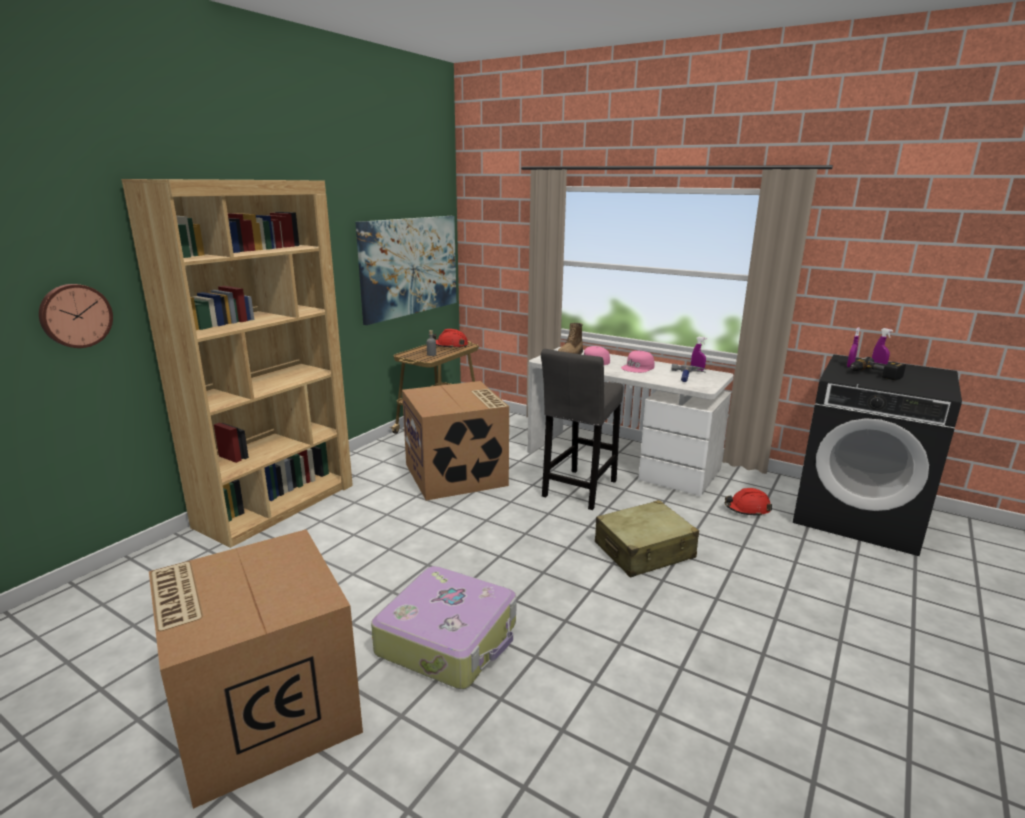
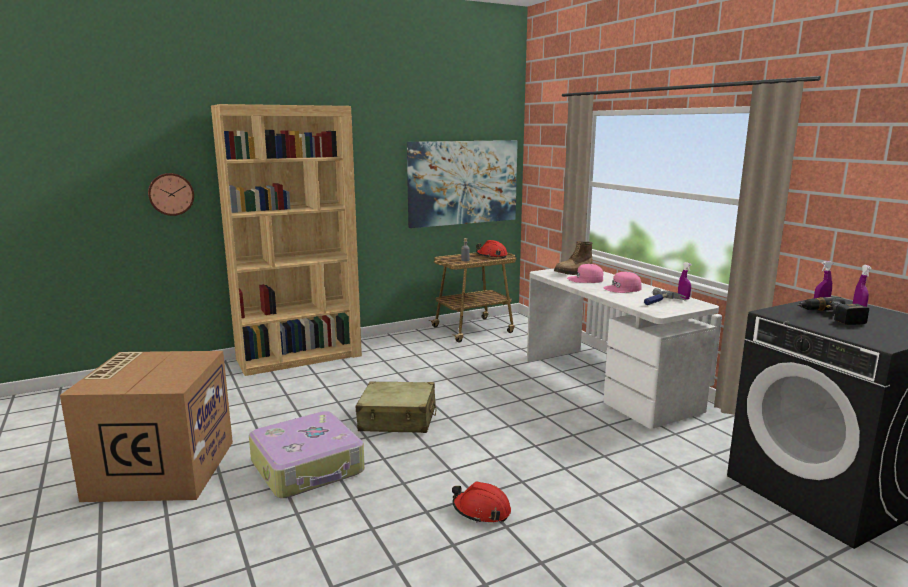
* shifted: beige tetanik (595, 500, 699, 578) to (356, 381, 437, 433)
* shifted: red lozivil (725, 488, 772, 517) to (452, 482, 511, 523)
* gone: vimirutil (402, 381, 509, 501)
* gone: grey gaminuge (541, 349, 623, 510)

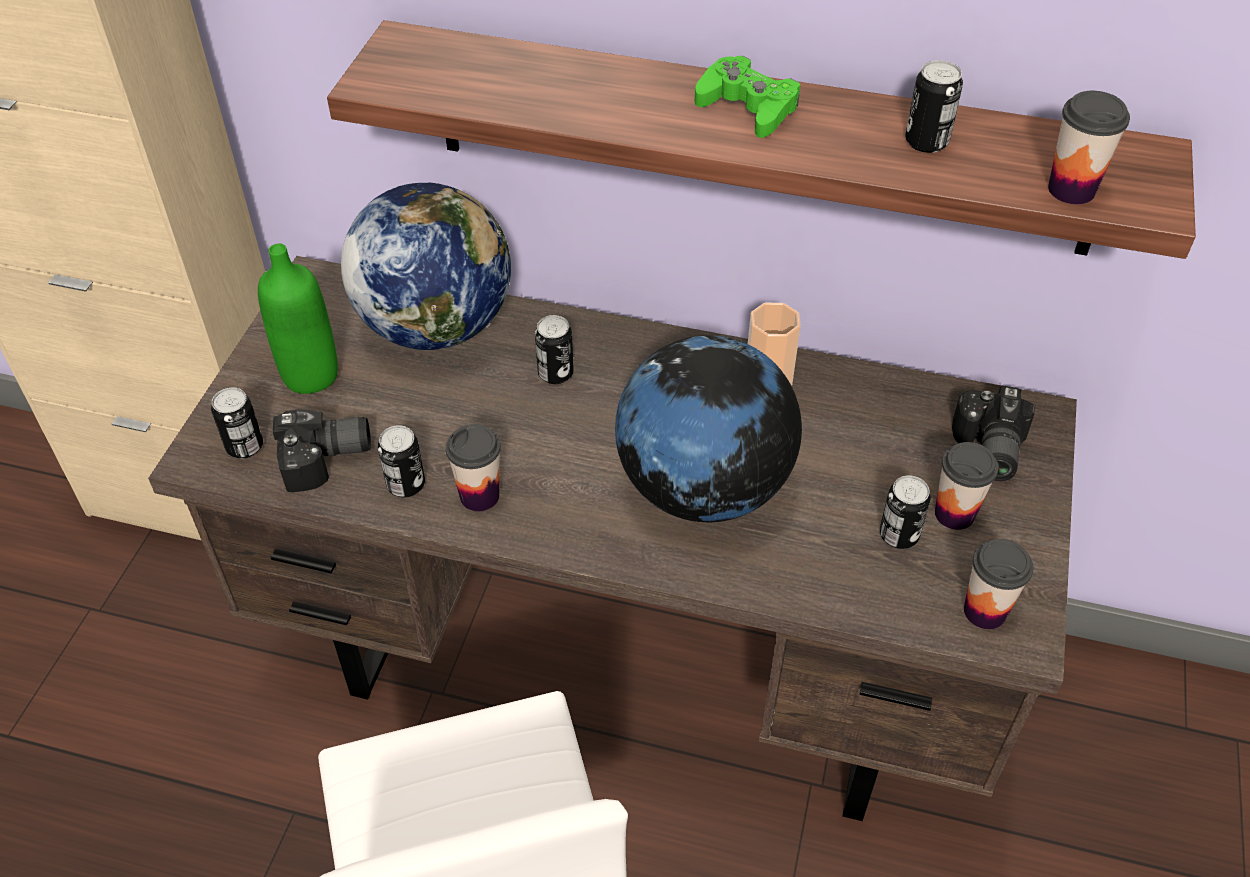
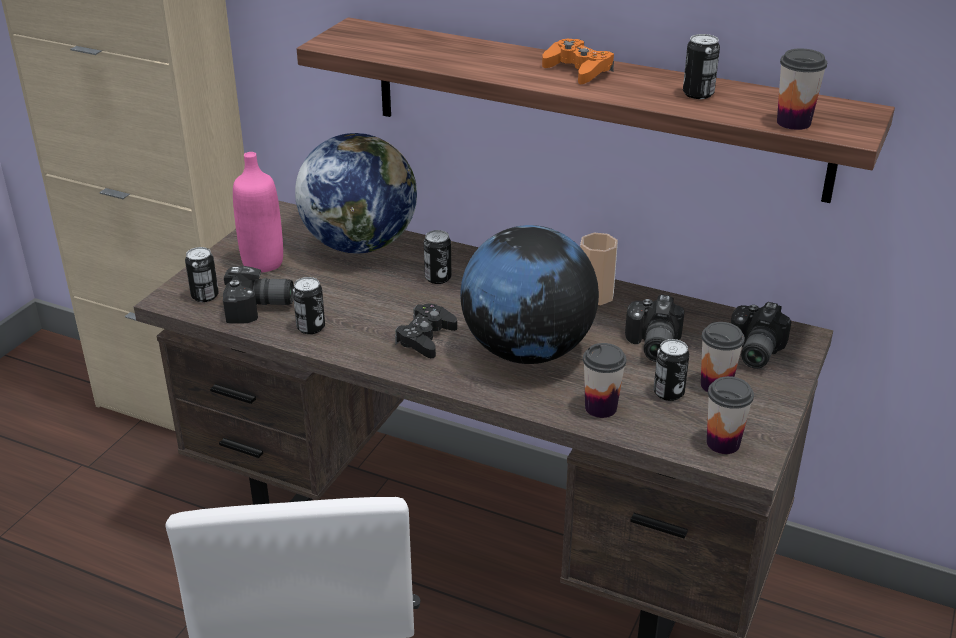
* repainted: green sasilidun (258, 243, 338, 394) to pink sasilidun (233, 152, 283, 272)
* new: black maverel (395, 303, 457, 358)
* repainted: green maverel (695, 56, 800, 138) to orange maverel (542, 39, 614, 84)
* shifted: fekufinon (446, 424, 501, 511) to (583, 343, 626, 418)
* new: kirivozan (625, 294, 685, 362)

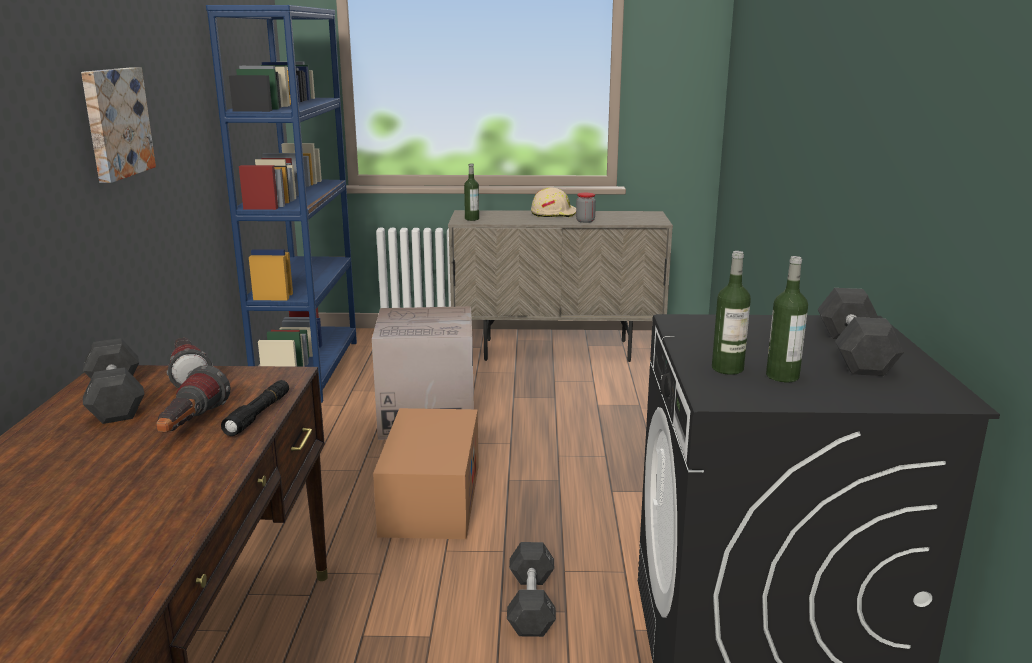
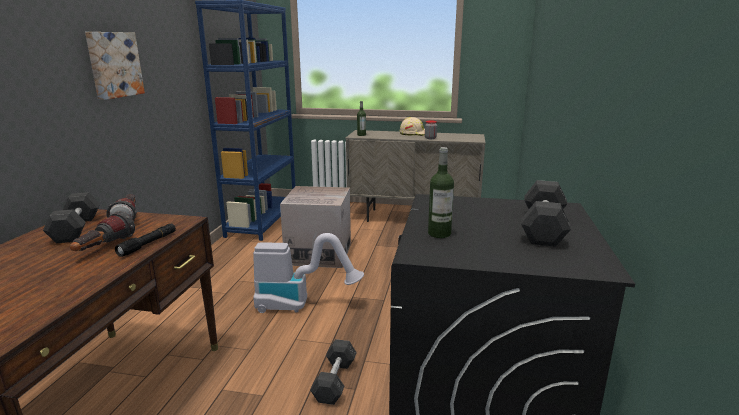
* swapped: vimirutil (373, 408, 479, 539) to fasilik (253, 233, 364, 313)
* gone: sasilidun (766, 256, 808, 382)

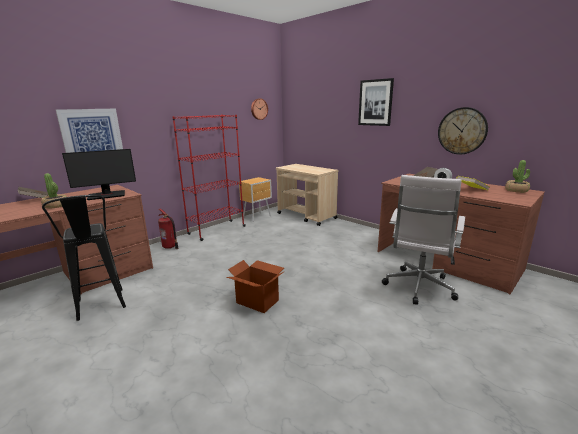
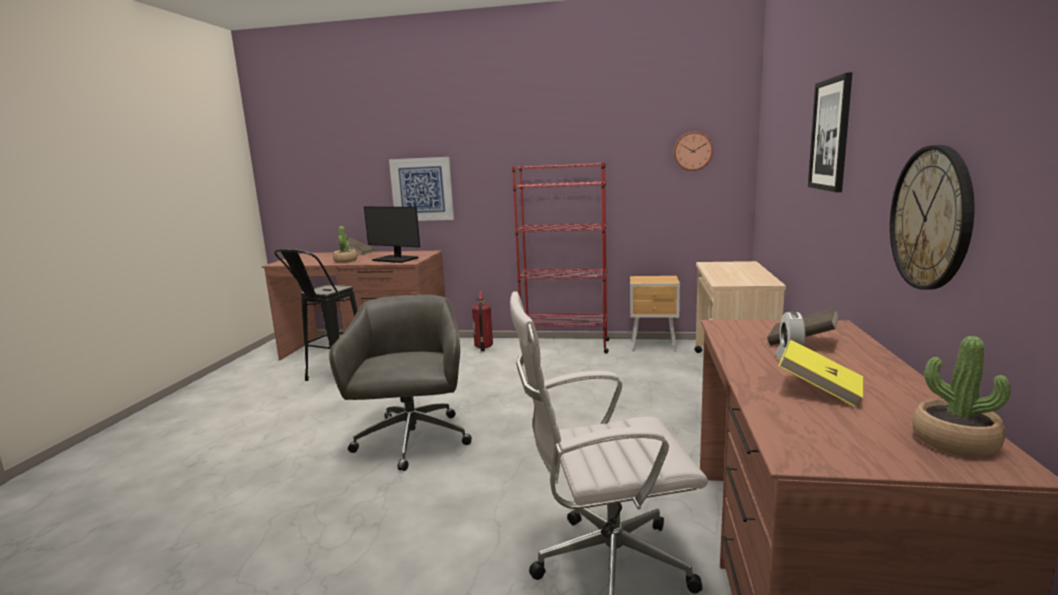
* swapped: vimirutil (226, 260, 284, 313) to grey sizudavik (329, 294, 472, 471)

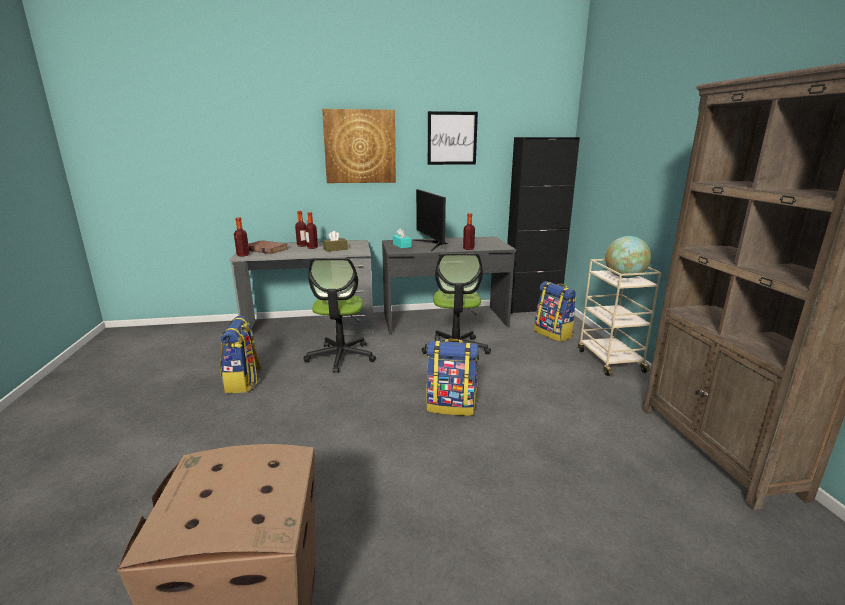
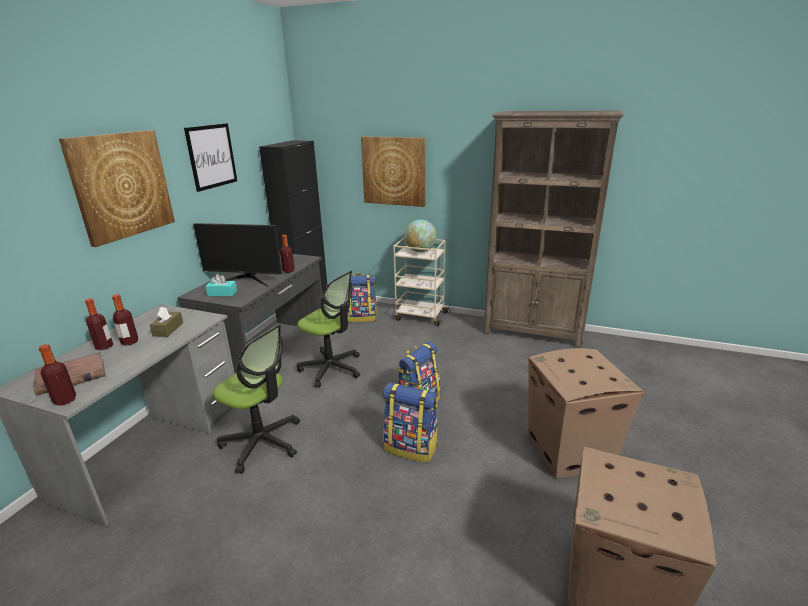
* new: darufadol (361, 136, 425, 207)
* shifted: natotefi (220, 316, 262, 393) to (383, 382, 438, 463)
* new: vimirutil (527, 348, 644, 479)

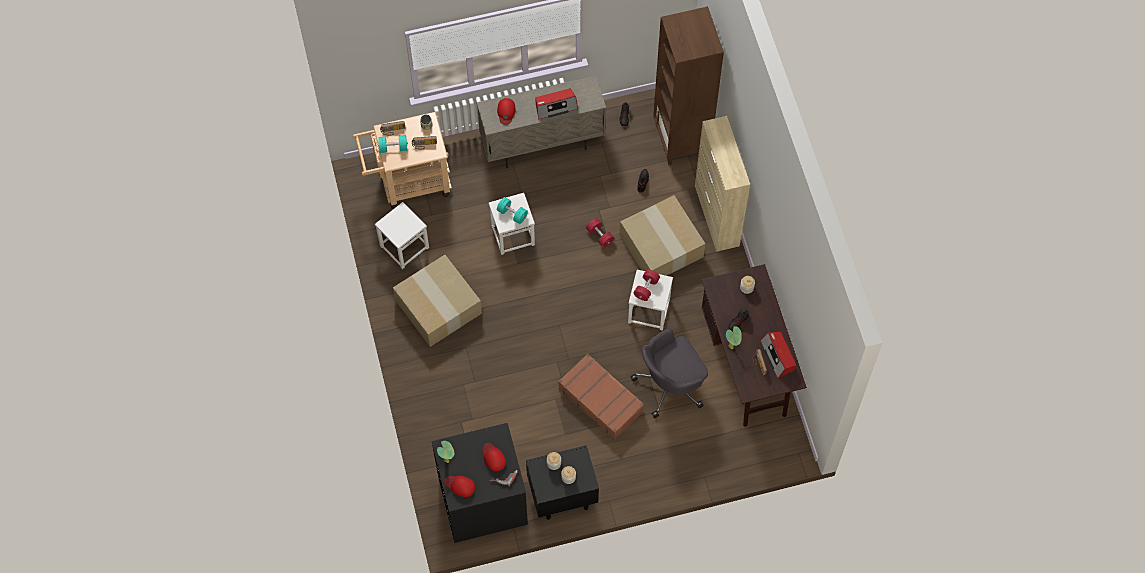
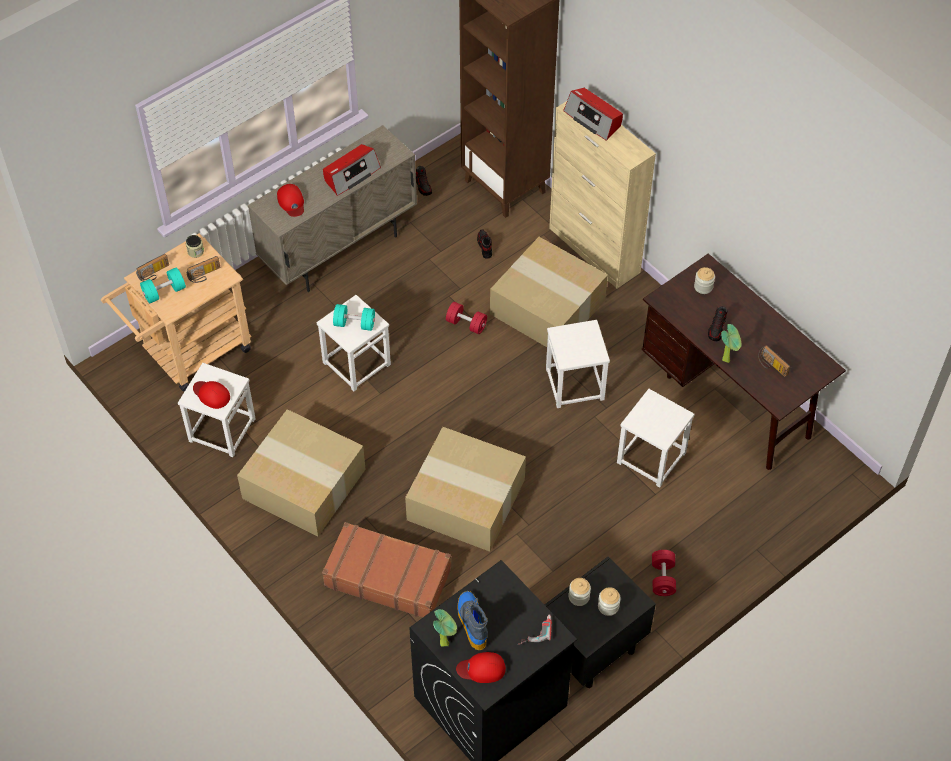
* shifted: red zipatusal (482, 443, 506, 471) to (193, 381, 230, 409)
* shifted: brown tetanik (558, 354, 644, 440) to (322, 522, 451, 617)
* new: vimirutil (405, 427, 526, 552)
* new: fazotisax (457, 591, 488, 650)
* shifted: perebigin (761, 332, 796, 378) to (563, 88, 623, 141)
* swapped: grey sizudavik (630, 328, 708, 418) to white gaminuge (617, 389, 695, 488)
* shifted: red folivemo (634, 269, 660, 301) to (652, 550, 676, 596)

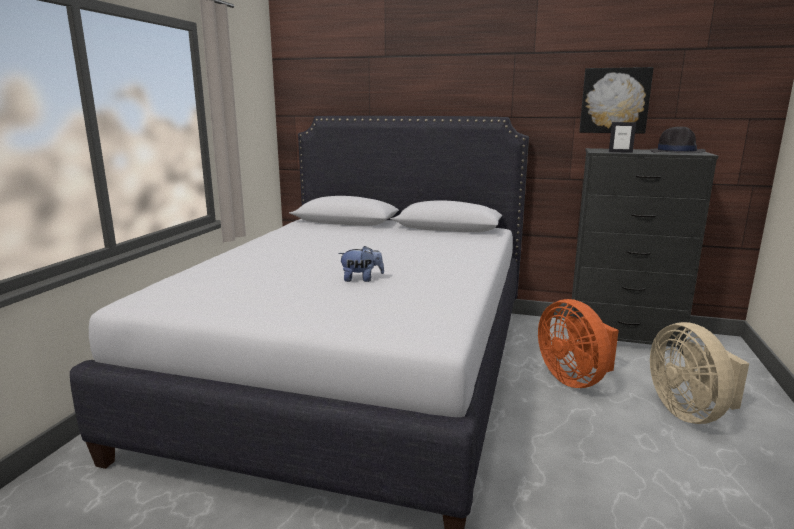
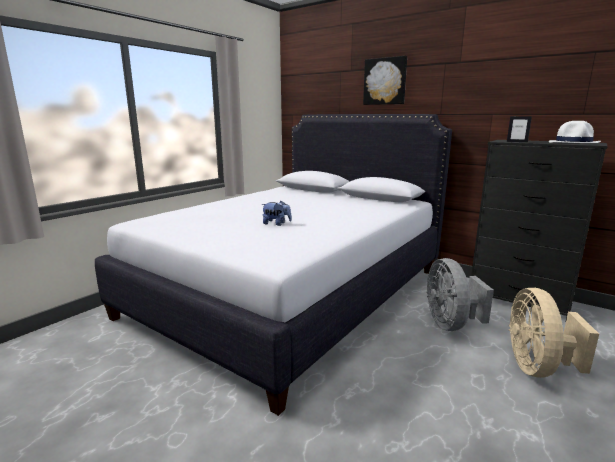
* shifted: darufadol (579, 67, 654, 134) to (363, 56, 407, 105)
* repainted: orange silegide (538, 299, 619, 388) to grey silegide (427, 258, 494, 331)
* repainted: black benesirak (650, 127, 705, 153) to white benesirak (549, 121, 601, 143)

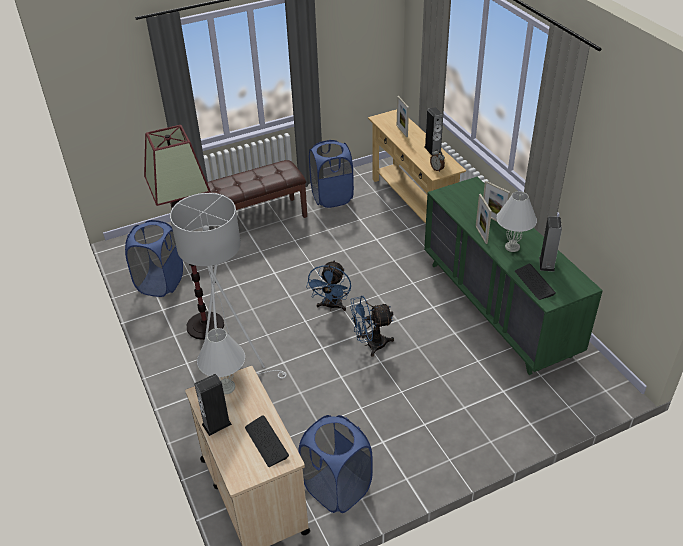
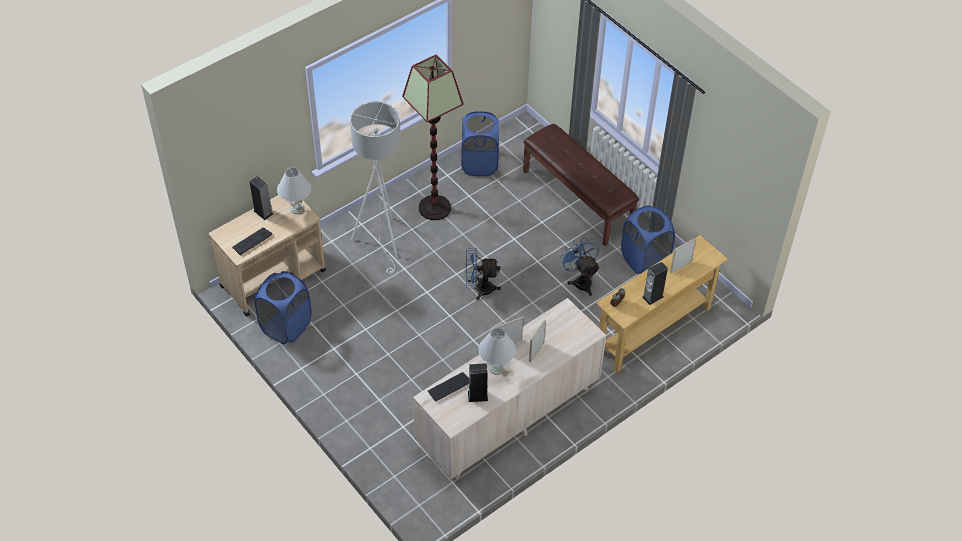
* repainted: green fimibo (424, 177, 603, 375) to beige fimibo (413, 298, 606, 479)
* shifted: blue silegide (350, 296, 394, 357) to (560, 237, 600, 296)

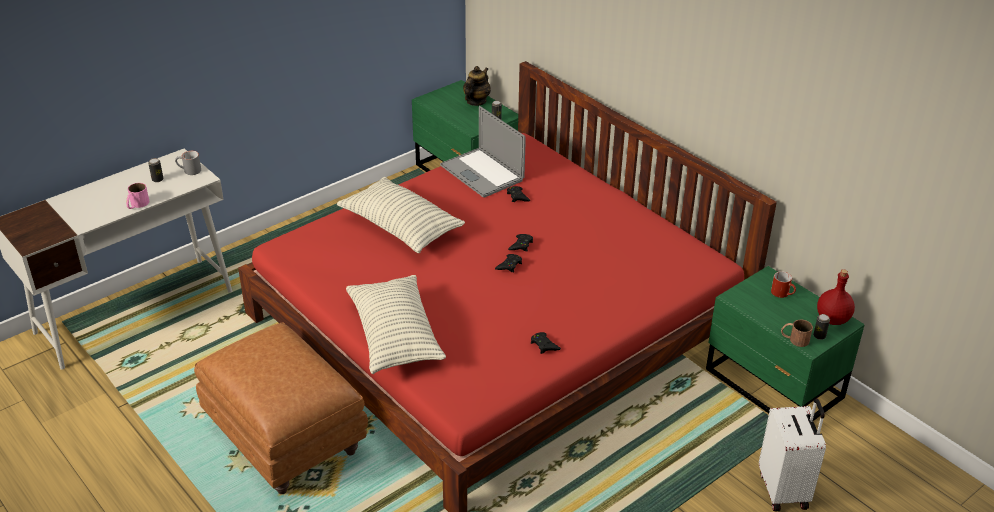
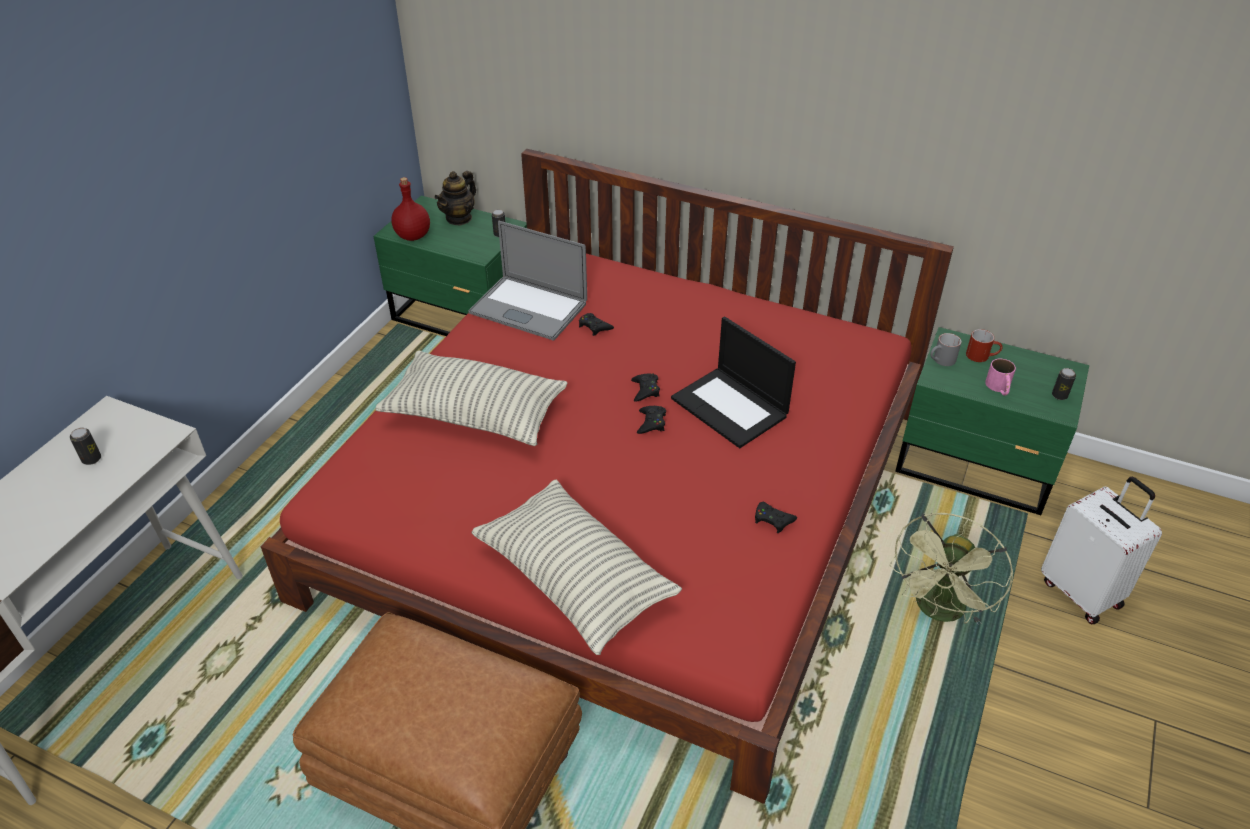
* shifted: red sasilidun (817, 269, 855, 325) to (391, 177, 430, 241)
* rotated: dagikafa (463, 66, 491, 106) = (434, 171, 476, 225) 150 degrees counterclockwise
* new: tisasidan (671, 317, 796, 448)
* new: green silegide (889, 513, 1014, 625)
* shifted: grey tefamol (175, 151, 201, 175) to (930, 333, 962, 366)
* shifted: pink tefamol (126, 183, 149, 209) to (985, 359, 1016, 396)
* gone: brown tefamol (781, 320, 813, 347)

